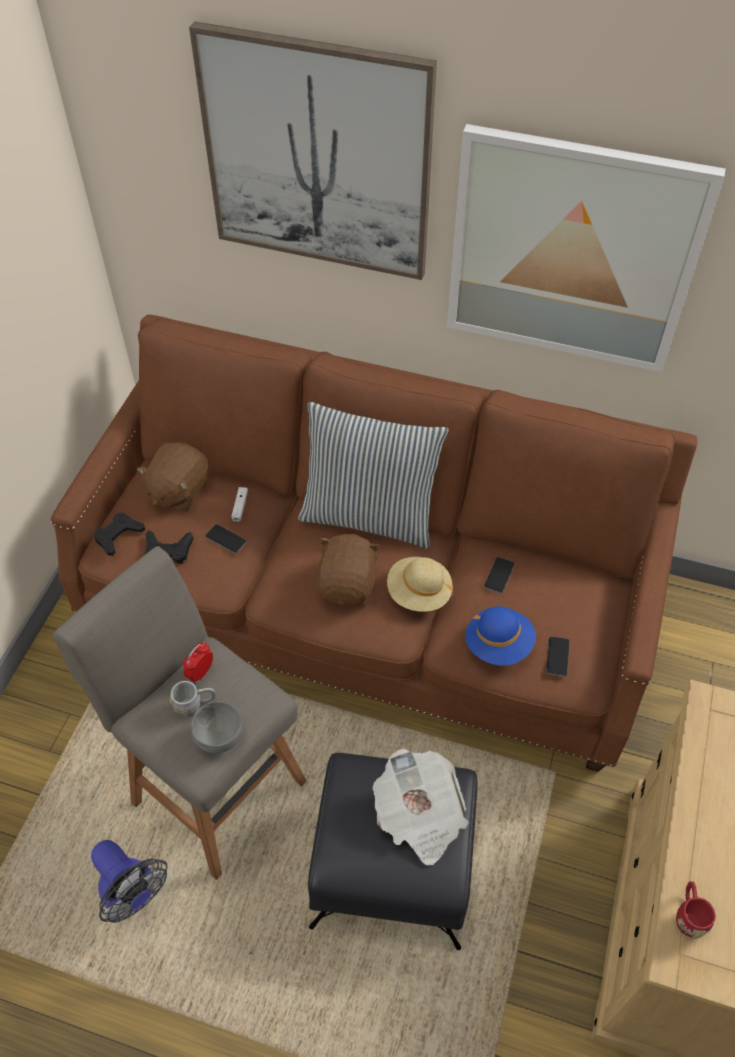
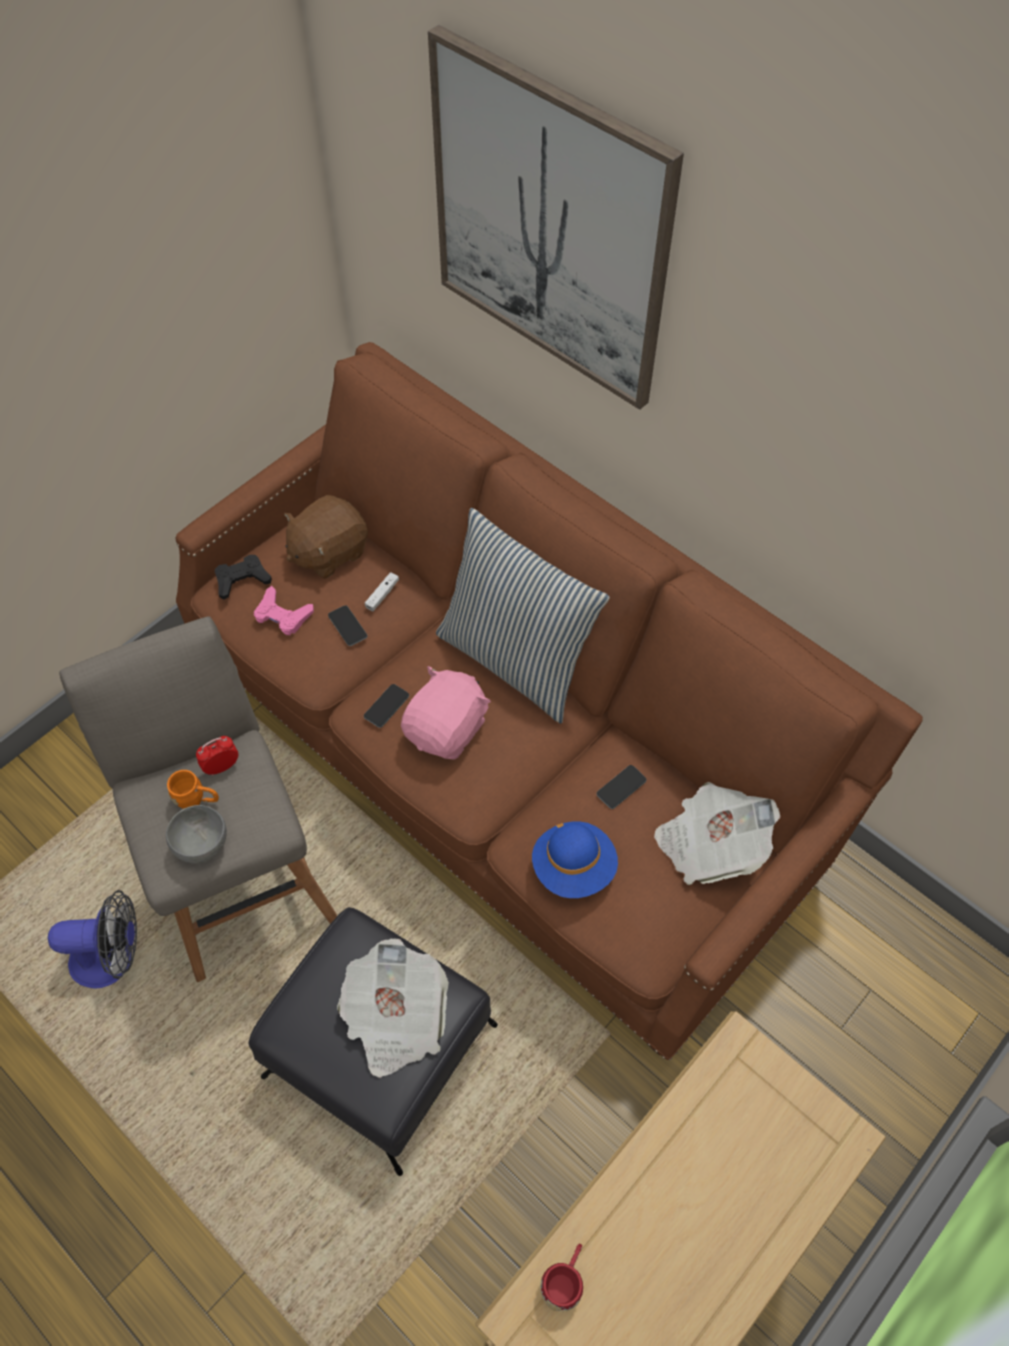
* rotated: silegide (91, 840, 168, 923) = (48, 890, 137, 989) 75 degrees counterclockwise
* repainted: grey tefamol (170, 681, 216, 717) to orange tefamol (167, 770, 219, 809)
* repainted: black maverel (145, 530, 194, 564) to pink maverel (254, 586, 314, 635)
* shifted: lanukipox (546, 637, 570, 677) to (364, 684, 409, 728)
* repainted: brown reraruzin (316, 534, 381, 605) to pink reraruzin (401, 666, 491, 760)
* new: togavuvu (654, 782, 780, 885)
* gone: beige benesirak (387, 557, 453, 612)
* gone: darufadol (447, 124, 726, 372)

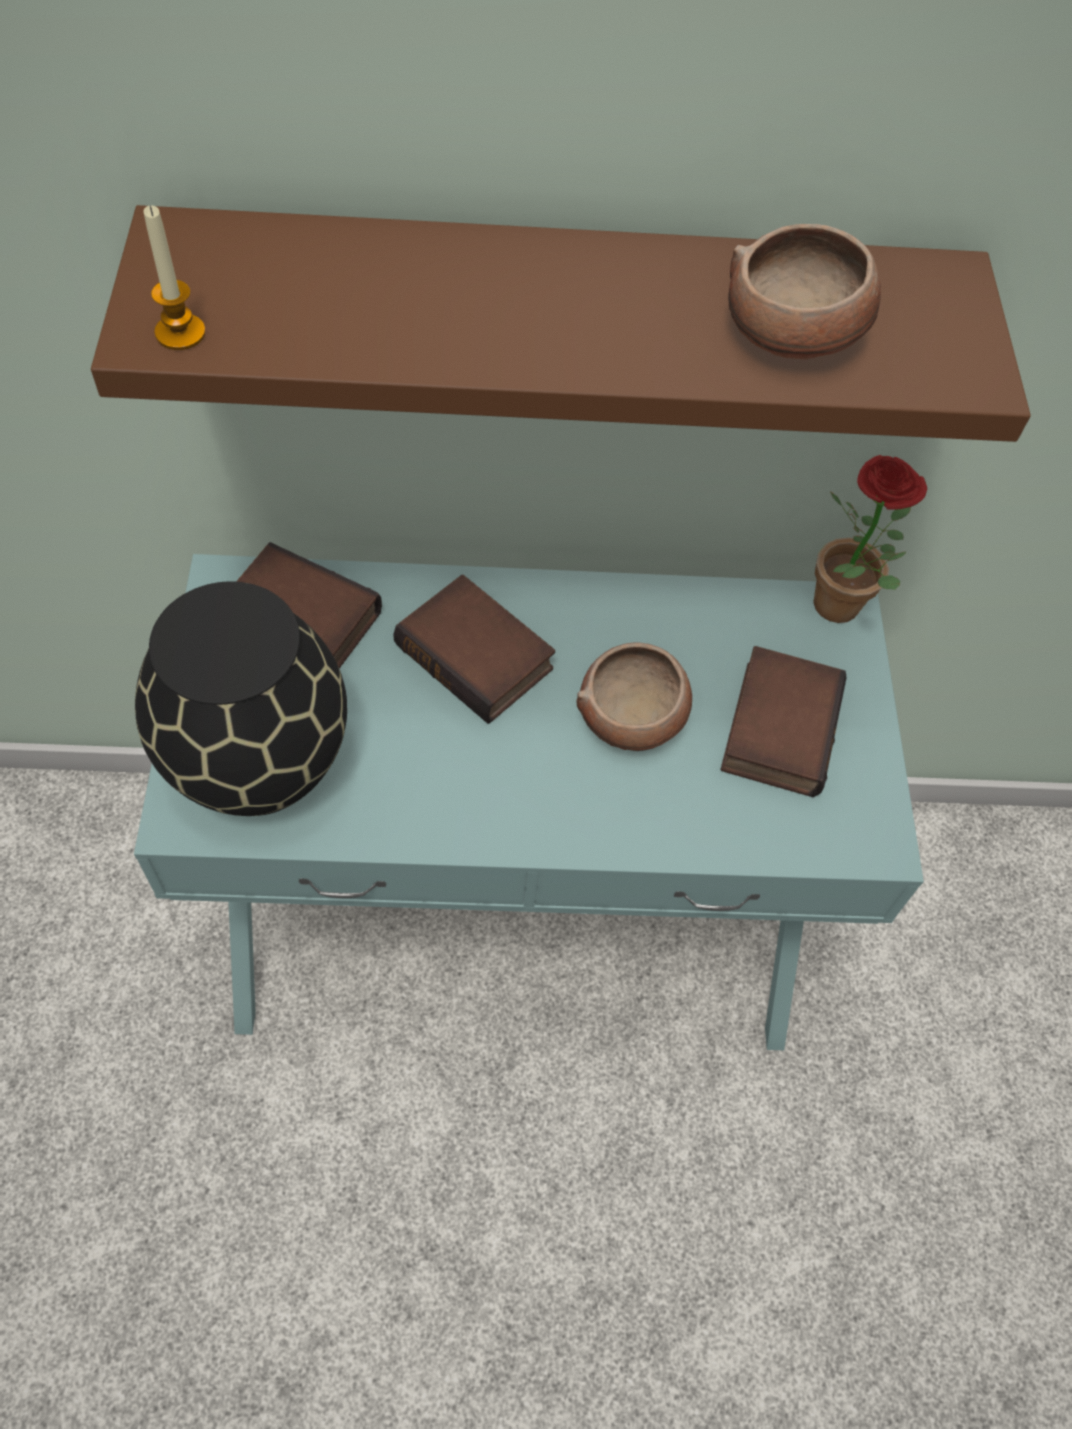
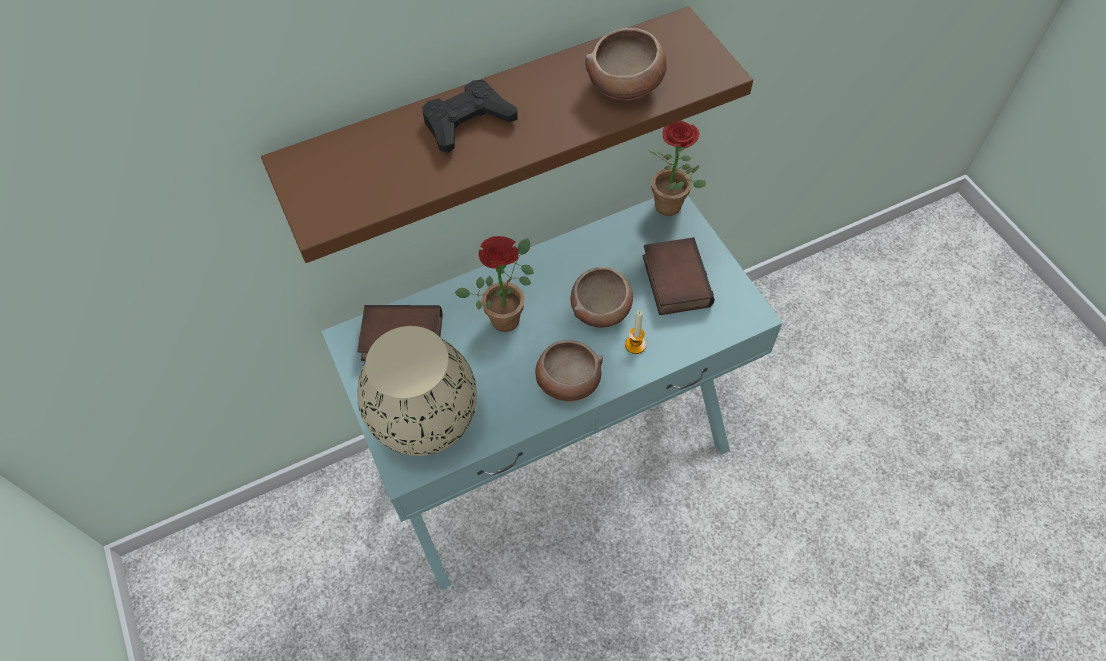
* repainted: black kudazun (135, 581, 347, 816) to beige kudazun (357, 326, 477, 456)
* new: black maverel (422, 80, 518, 153)
* swapped: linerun (393, 575, 555, 724) to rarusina (455, 236, 534, 332)
* new: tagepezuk (535, 340, 603, 402)
* shifted: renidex (144, 205, 206, 350) to (625, 310, 646, 354)

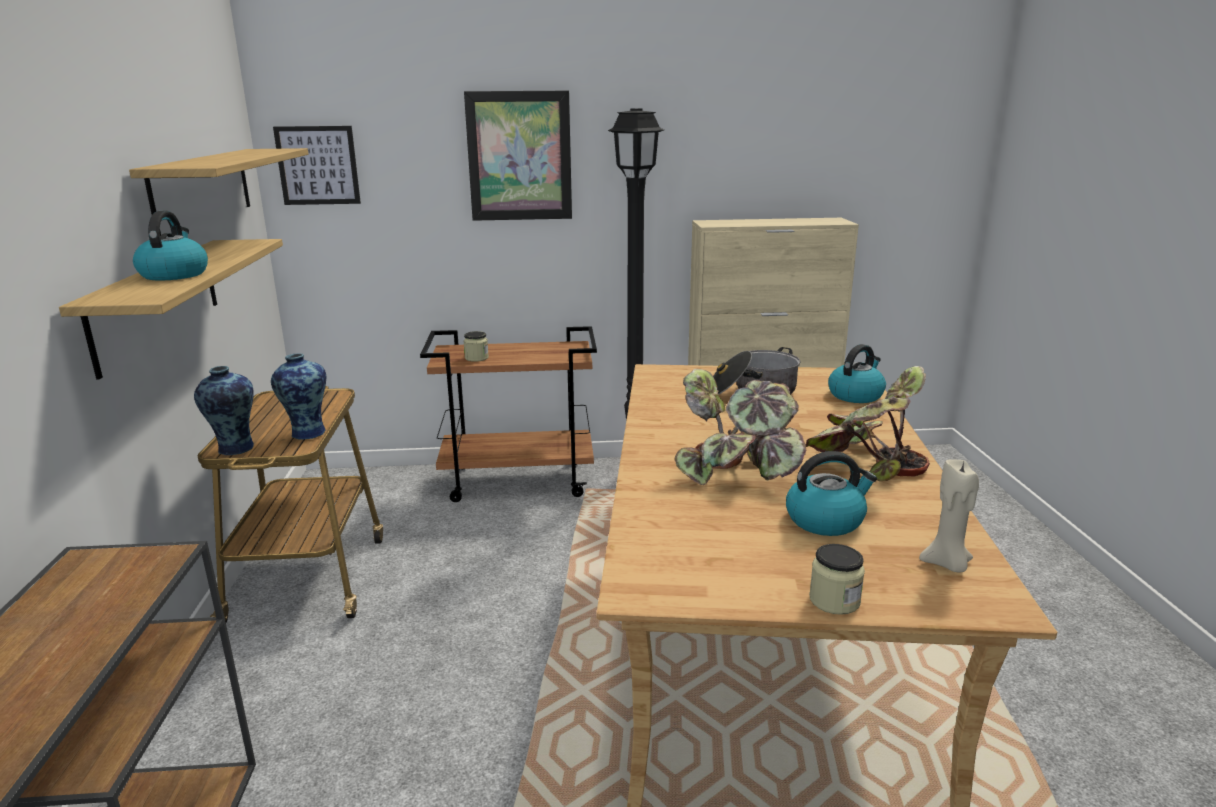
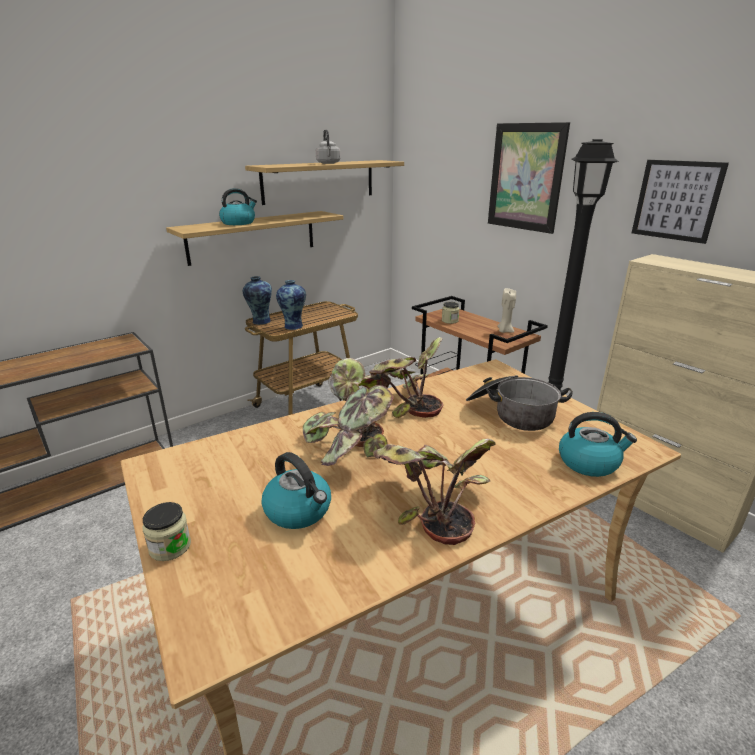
* new: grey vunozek (316, 130, 340, 164)
* new: rarusina (358, 337, 444, 418)
* shifted: beige renidex (919, 459, 979, 572) to (497, 288, 516, 333)
* shifted: darufadol (273, 126, 361, 205) to (632, 160, 729, 244)

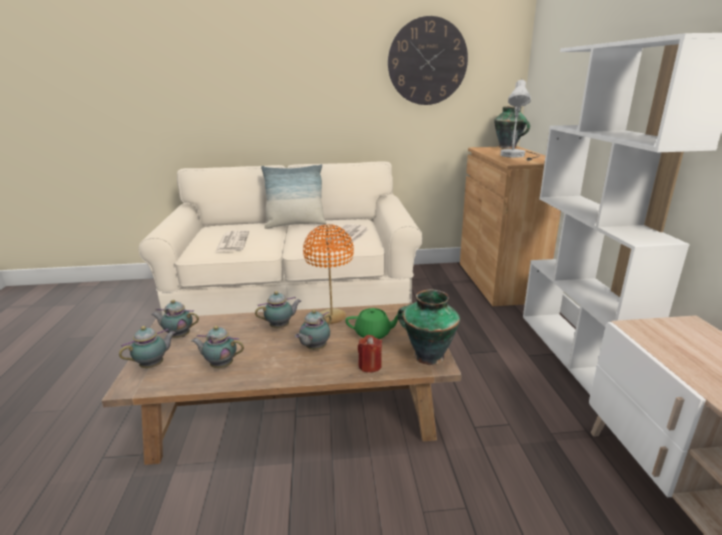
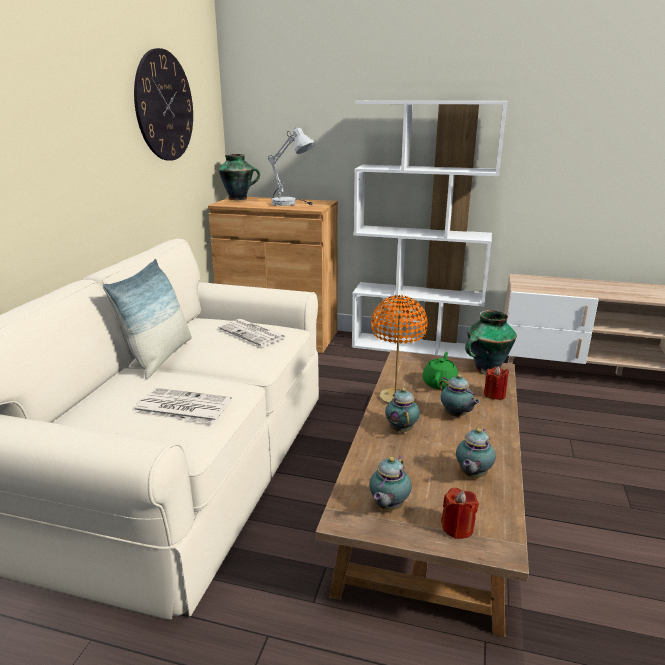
* swapped: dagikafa (119, 326, 176, 368) to red renidex (441, 488, 479, 539)

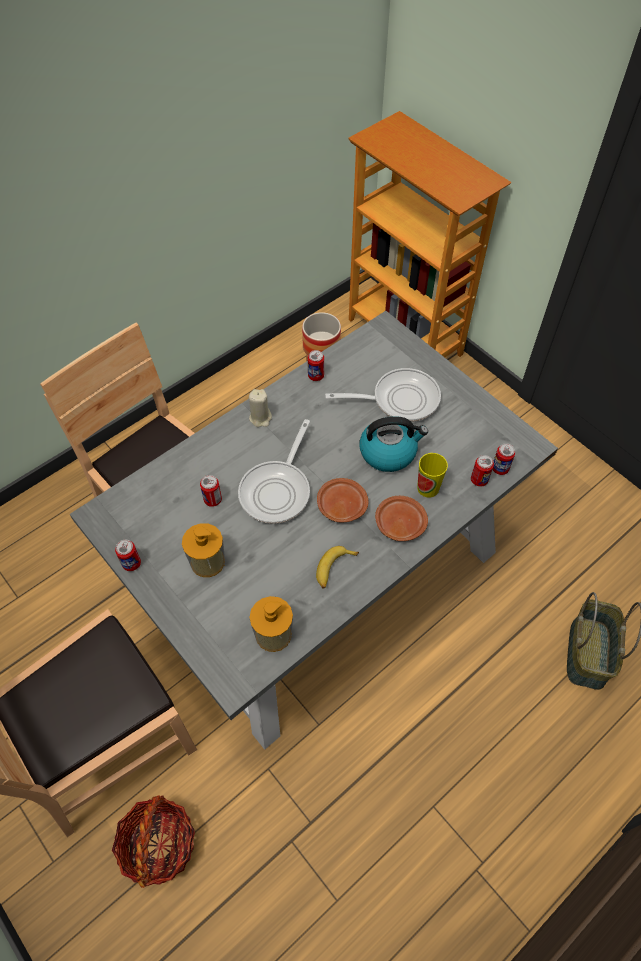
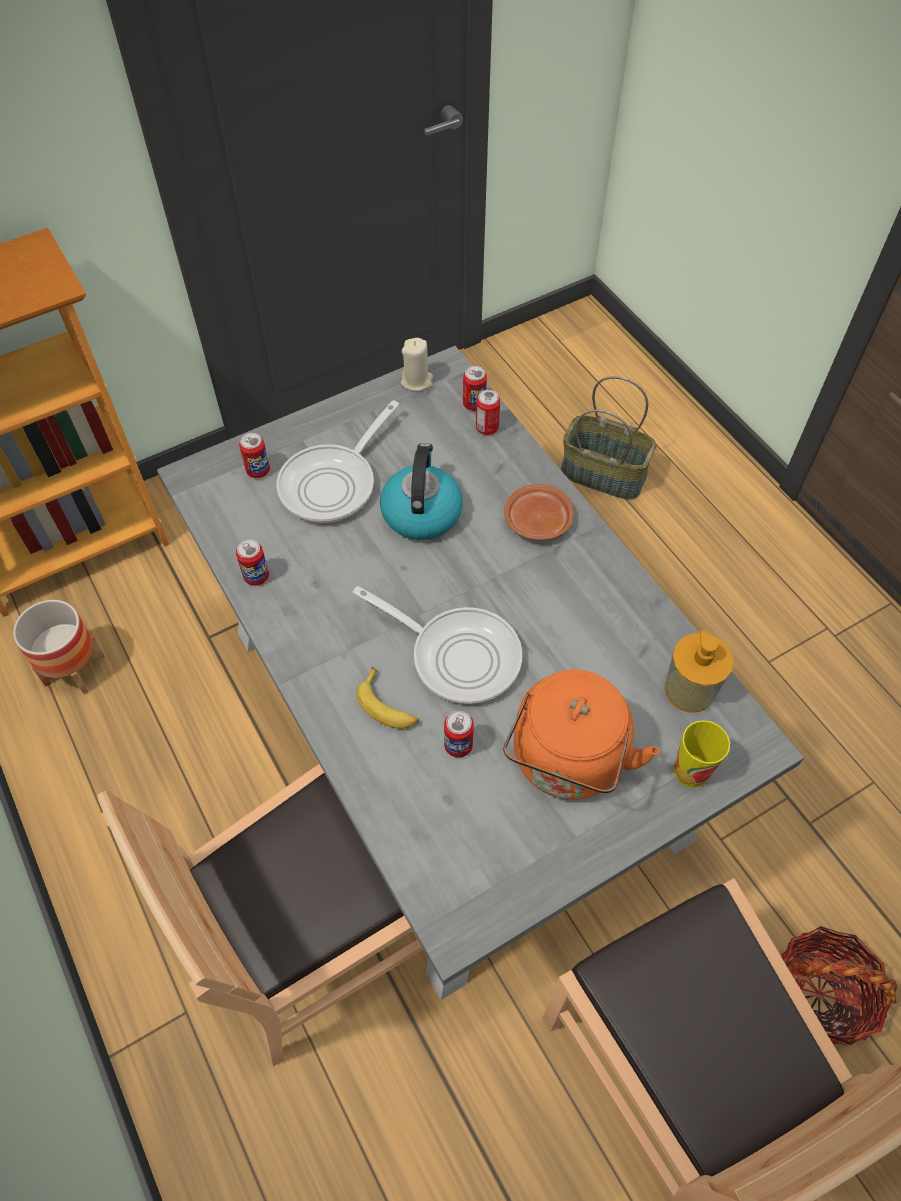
* shifted: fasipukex (115, 539, 141, 571) to (239, 433, 270, 478)
* rotated: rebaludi (325, 368, 441, 422) = (277, 400, 399, 523) 150 degrees counterclockwise
* shifted: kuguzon (316, 546, 359, 588) to (357, 667, 419, 728)
* shifted: beige renidex (249, 389, 272, 427) to (401, 338, 433, 391)
* swapped: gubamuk (182, 523, 225, 577) to orange vunozek (503, 670, 659, 800)
* shifted: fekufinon (417, 453, 448, 497) to (674, 720, 730, 787)
* gone: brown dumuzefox (317, 478, 368, 522)

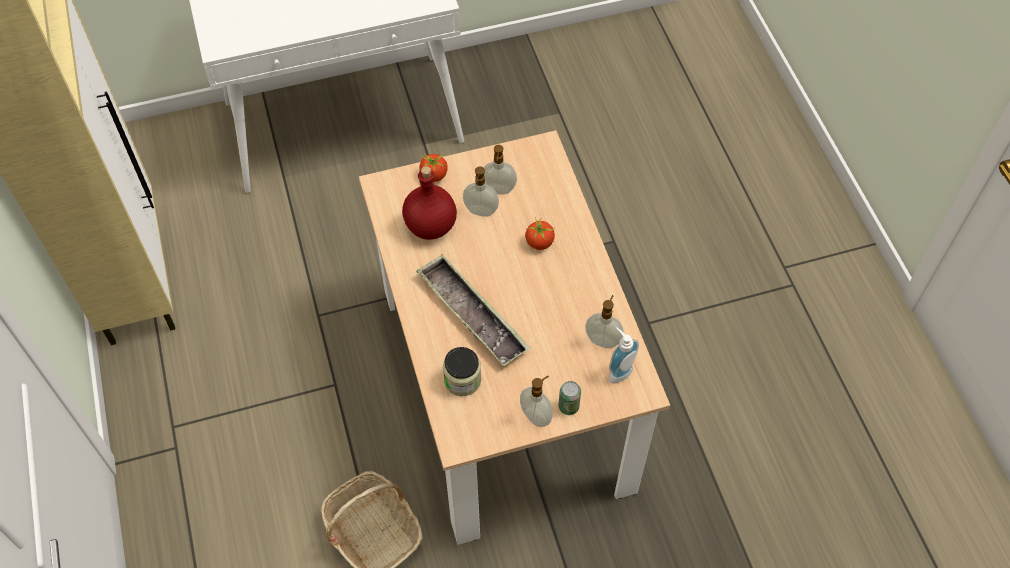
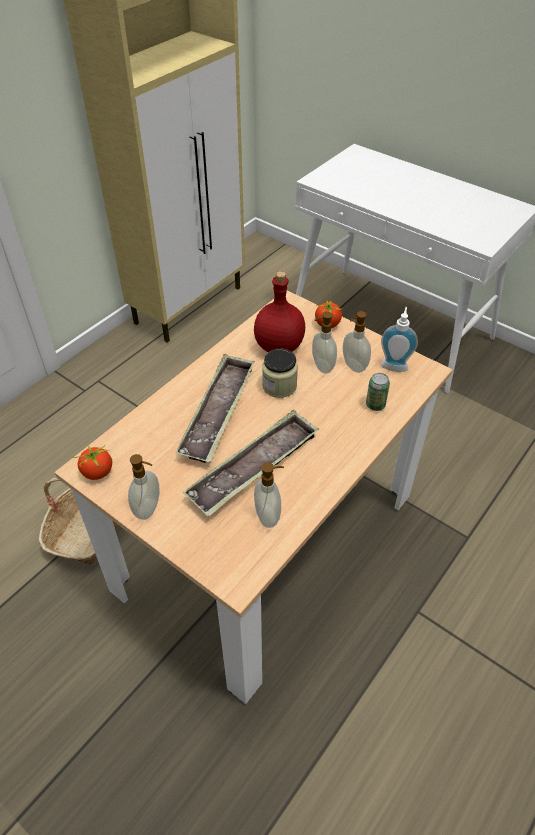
* shifted: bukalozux (525, 217, 555, 250) to (72, 445, 112, 480)
* new: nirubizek (183, 410, 319, 517)
* shifted: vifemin (443, 347, 481, 396) to (262, 349, 298, 398)
* shifted: fasipukex (559, 381, 581, 415) to (366, 373, 390, 411)
* shifted: gubamuk (609, 328, 639, 383) to (381, 307, 418, 372)

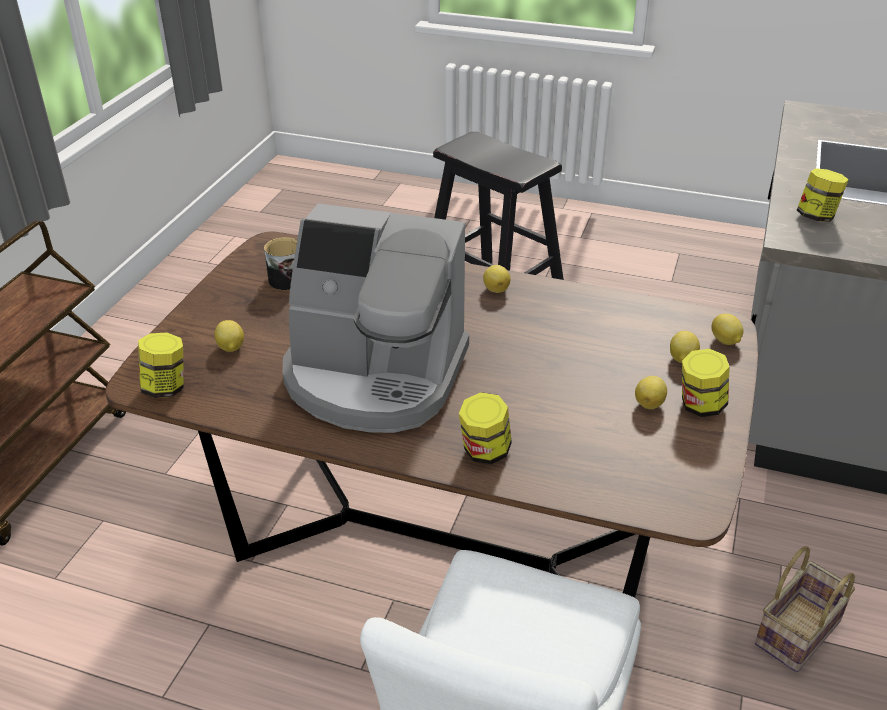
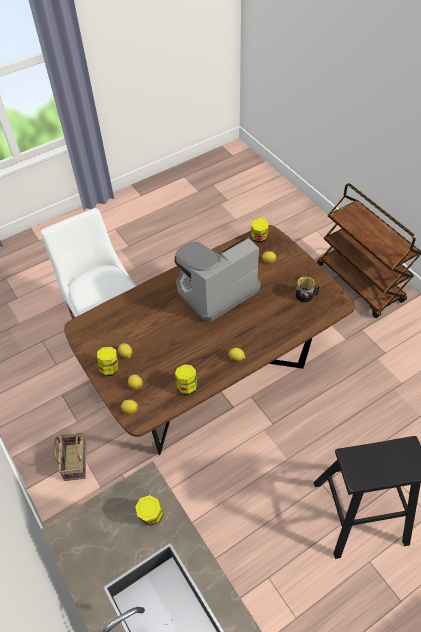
* shifted: vifemin (459, 392, 512, 464) to (175, 365, 198, 395)

